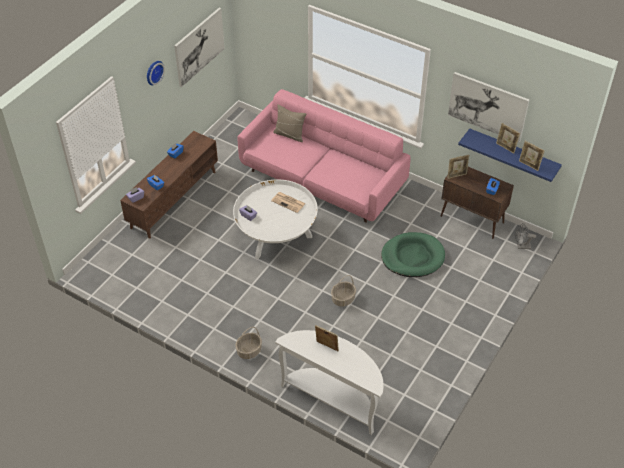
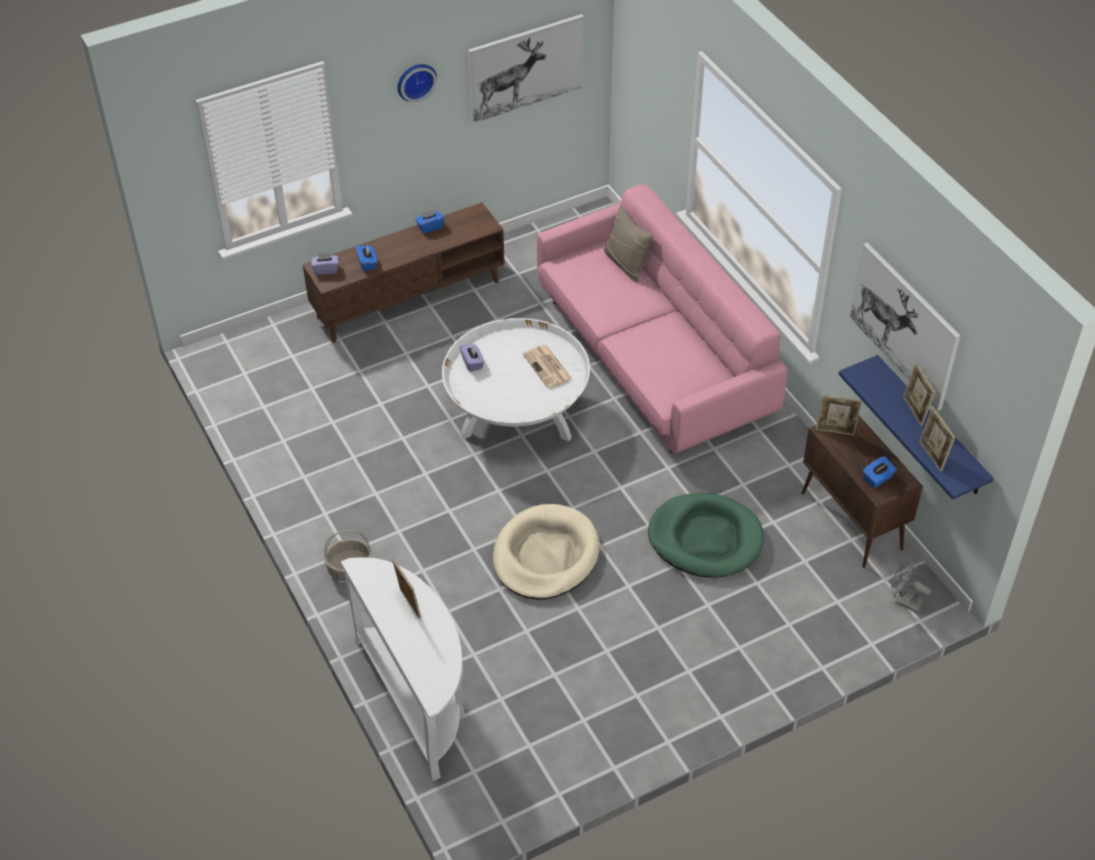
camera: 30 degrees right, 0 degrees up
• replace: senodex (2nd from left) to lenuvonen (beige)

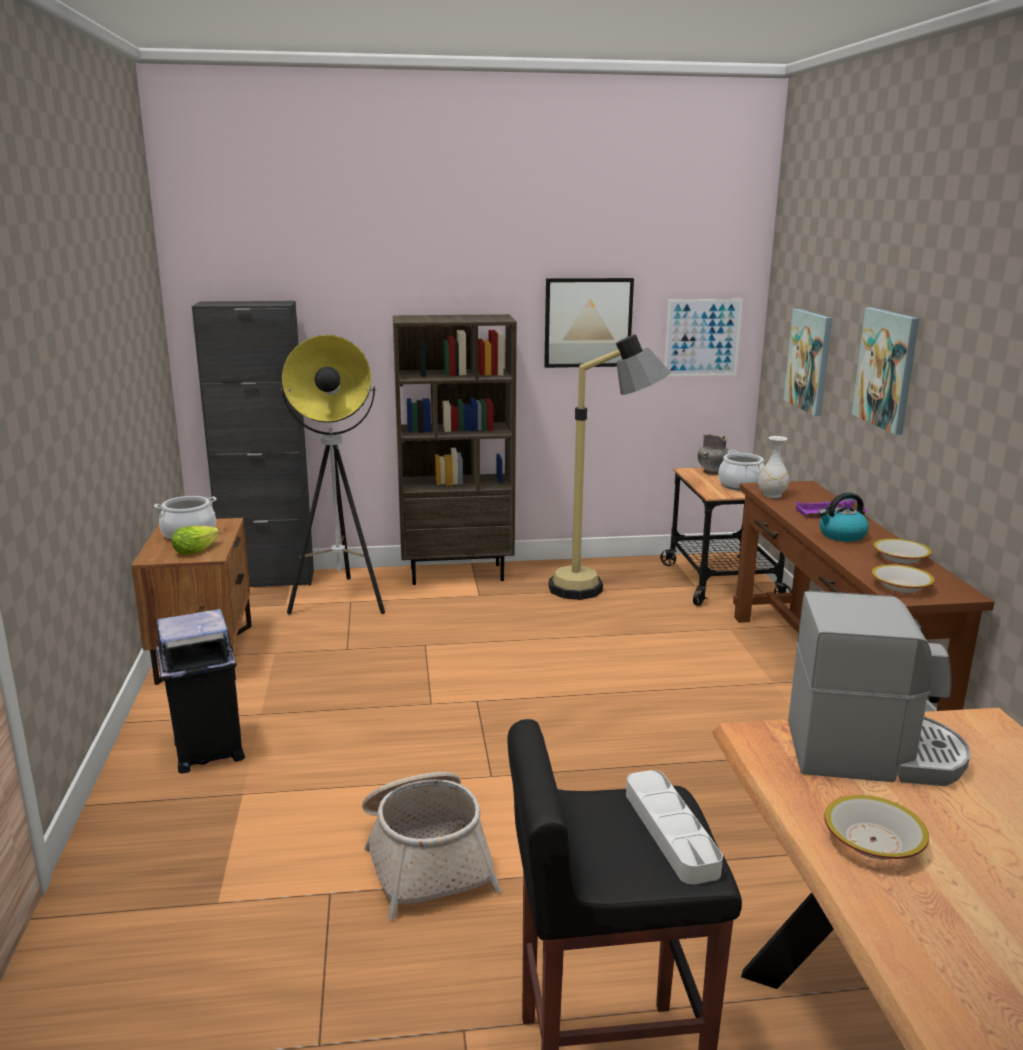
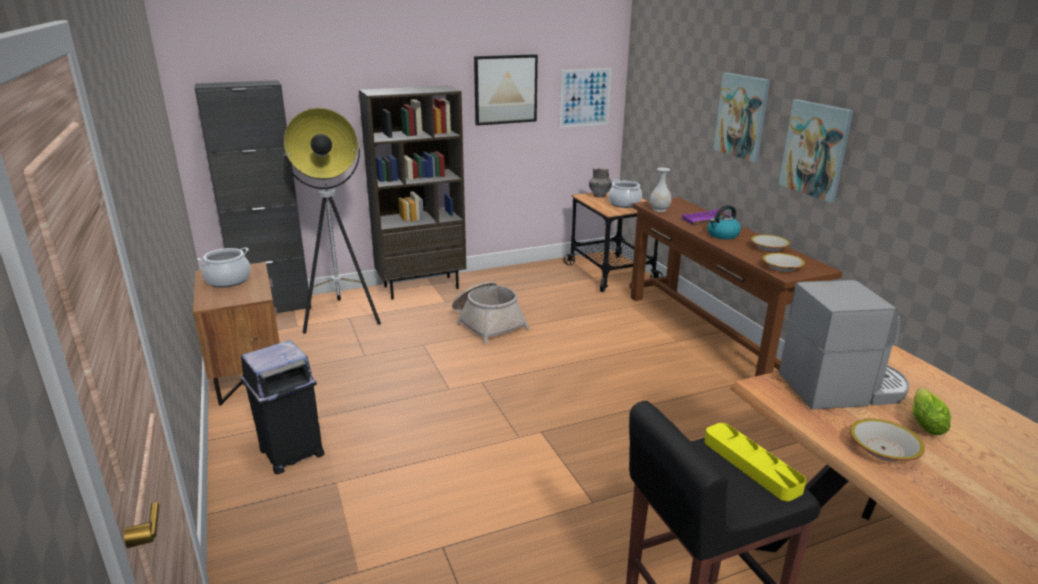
camera: 15 degrees left, 5 degrees up
• move: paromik
• move: senodex
• delete: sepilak (2nd from left)
• recolor: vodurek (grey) to vodurek (yellow)
• move: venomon (3rd from left in the first image) to venomon (4th from left)

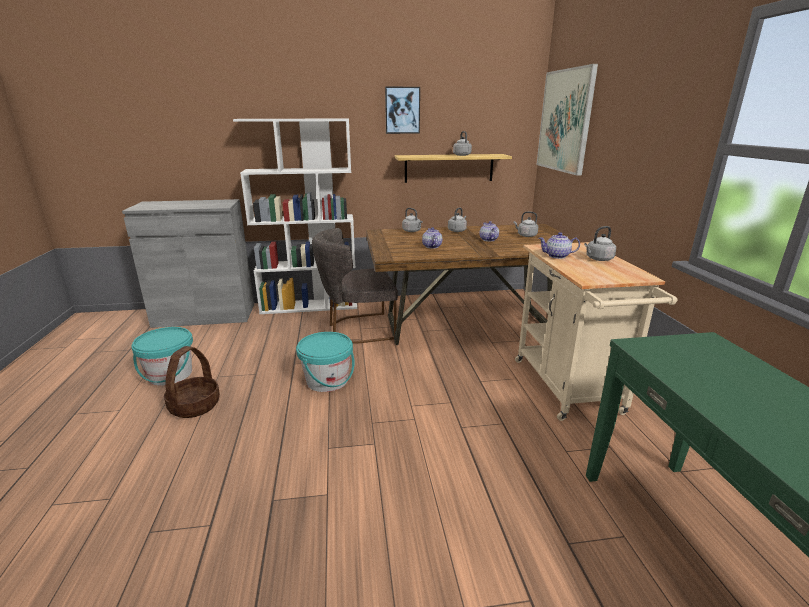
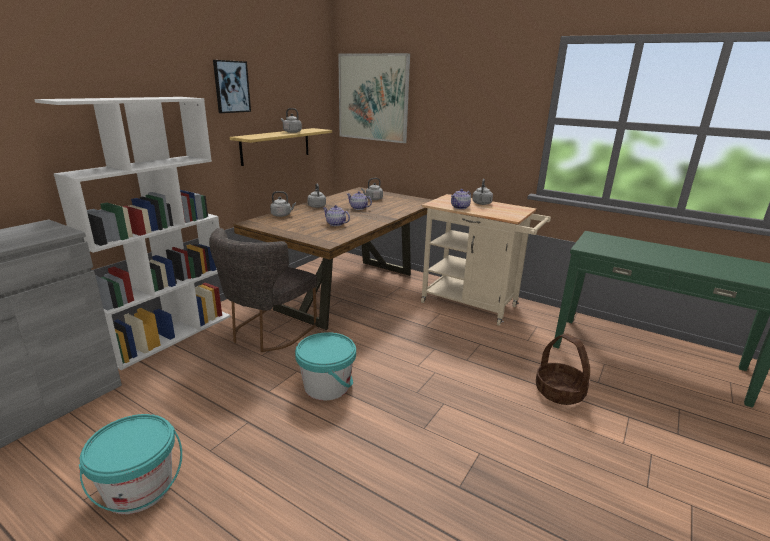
camera: 50 degrees left, 0 degrees up
• move: senodex

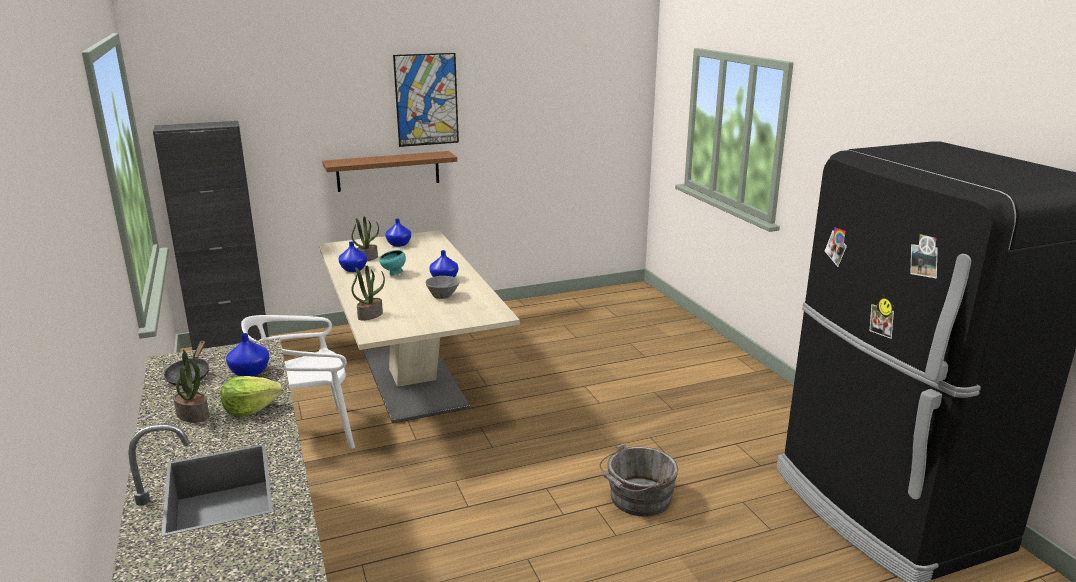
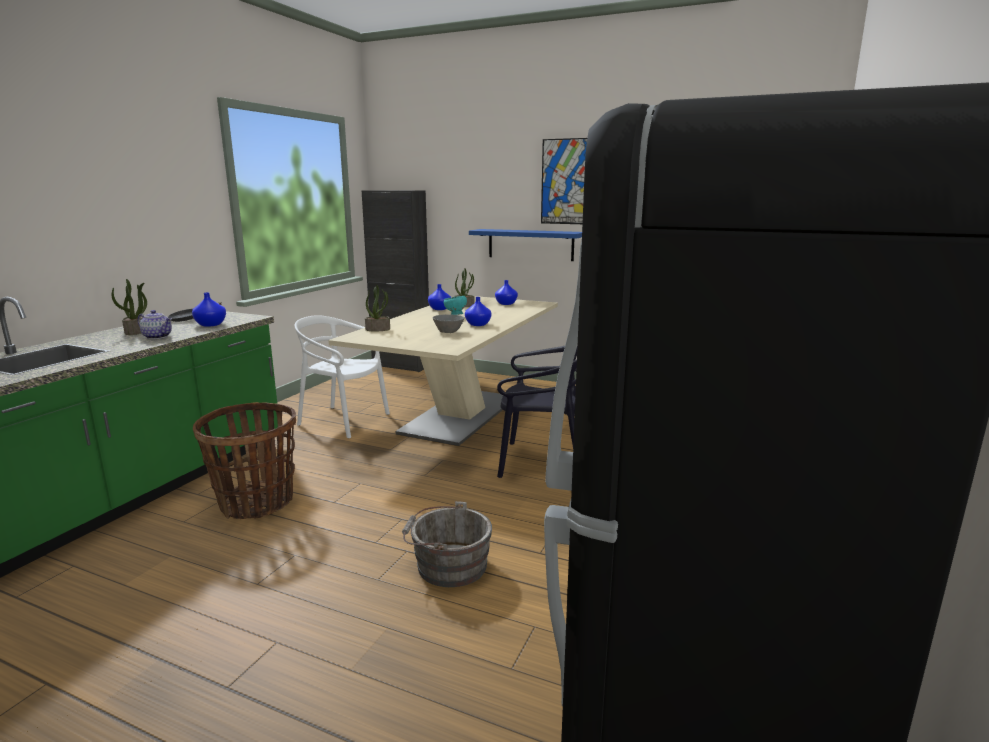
camera: 45 degrees right, 5 degrees down
• replace: paromik to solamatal
• recolor: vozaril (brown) to vozaril (blue)
• insert: senodex
• insert: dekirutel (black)

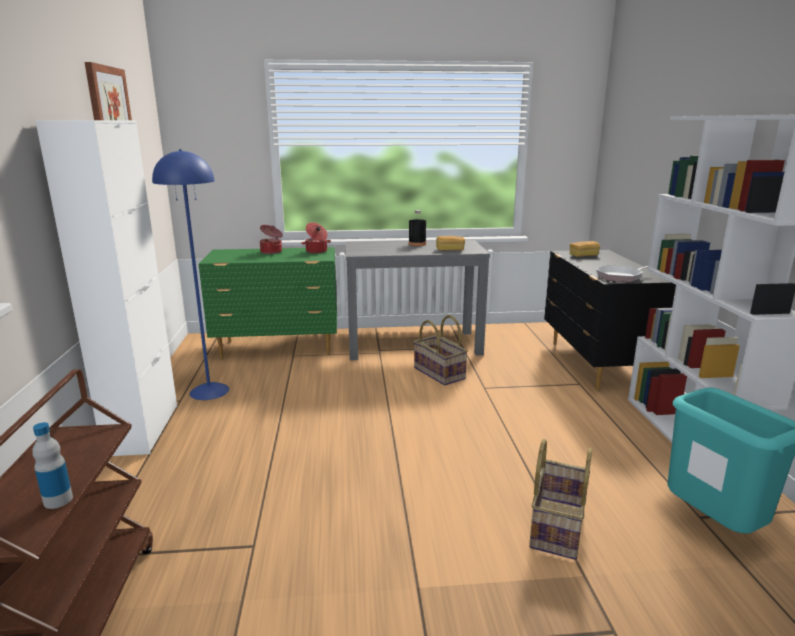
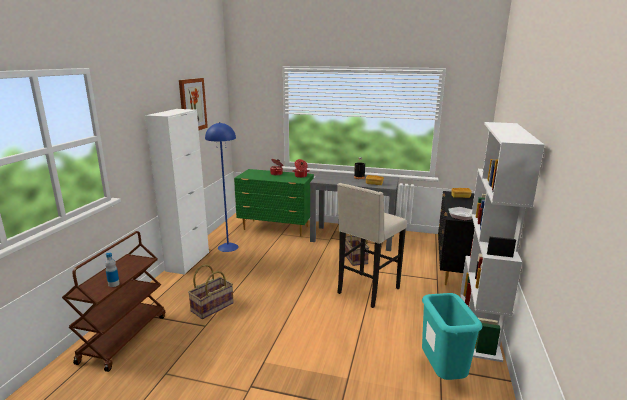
camera: 20 degrees right, 0 degrees up
• move: senodex (2nd from left in the first image) to senodex (1st from left)
• insert: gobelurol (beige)

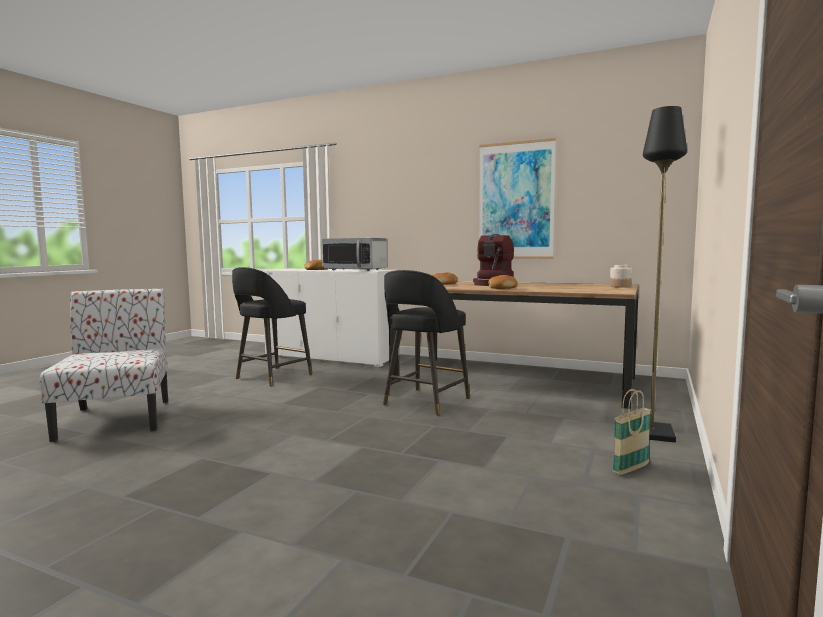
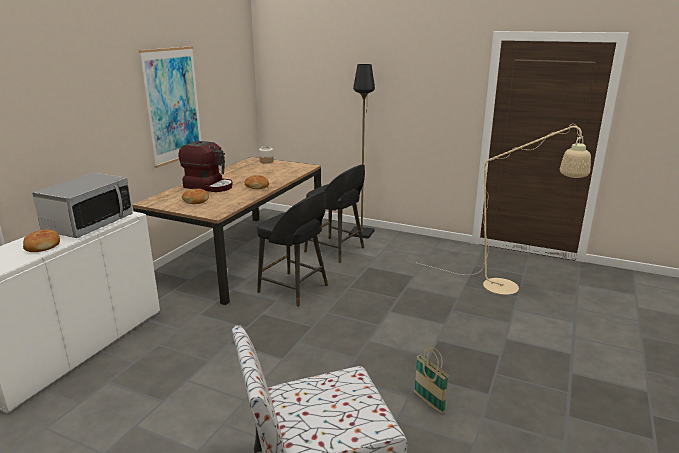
camera: 90 degrees left, 15 degrees up
• move: gobelurol (black) (1st from left in the first image) to gobelurol (black) (2nd from left)
• move: senodex
• insert: sepilak (beige)

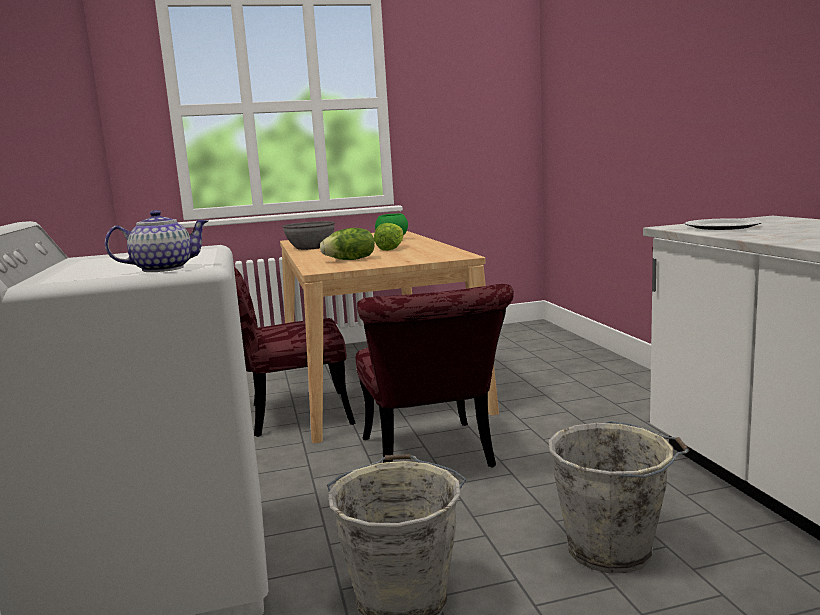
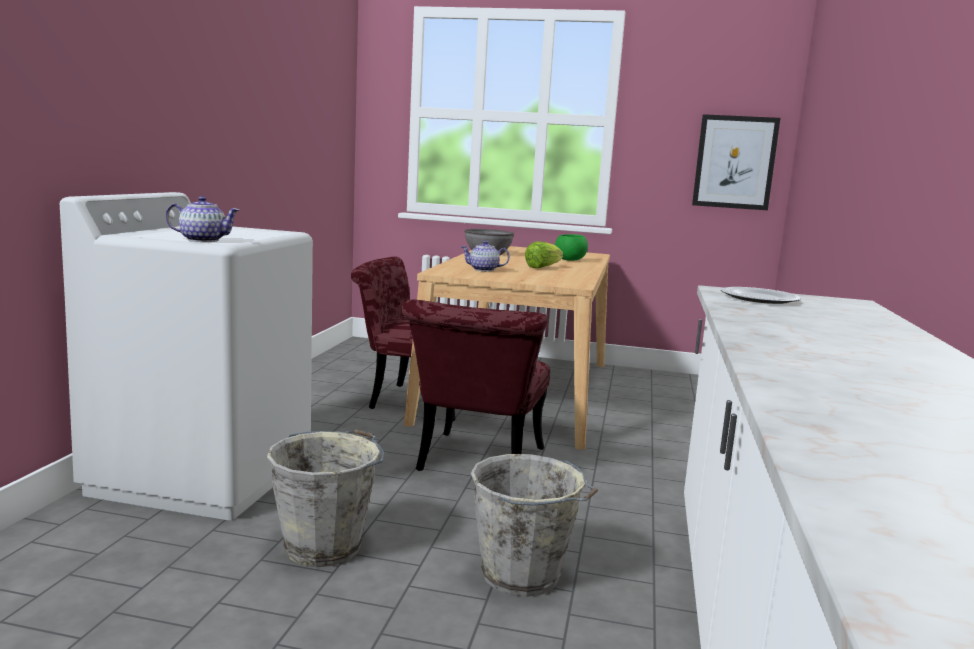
camera: 25 degrees right, 0 degrees up
• replace: paromik (1st from left) to solamatal (2nd from left)
• insert: venomon

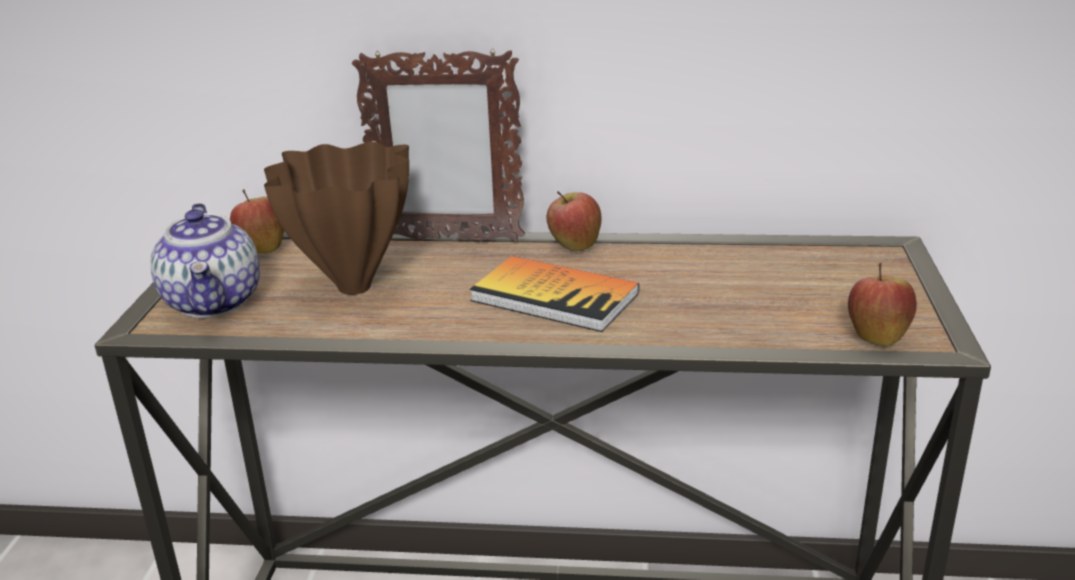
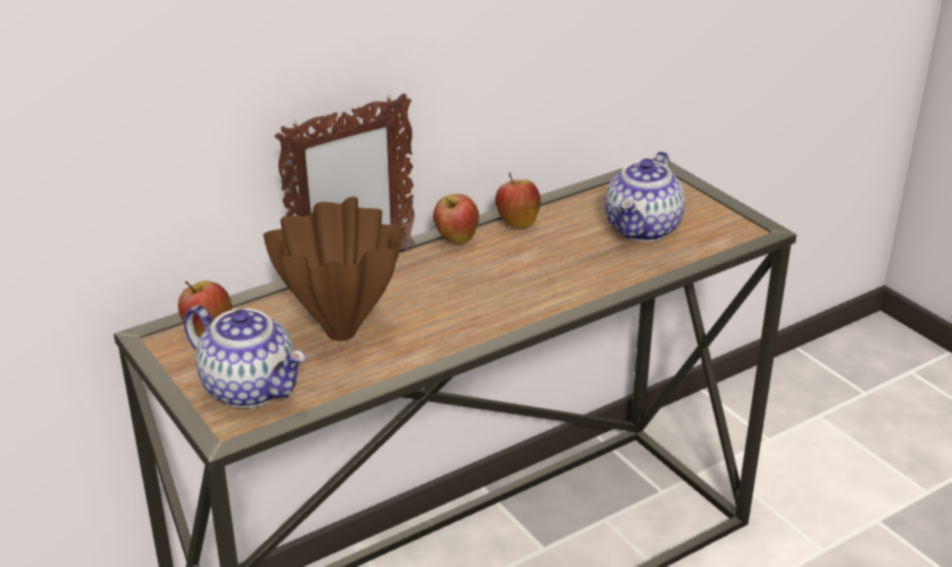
camera: 40 degrees left, 5 degrees up
• delete: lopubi
• move: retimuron (3rd from left)
• insert: solamatal (2nd from left)

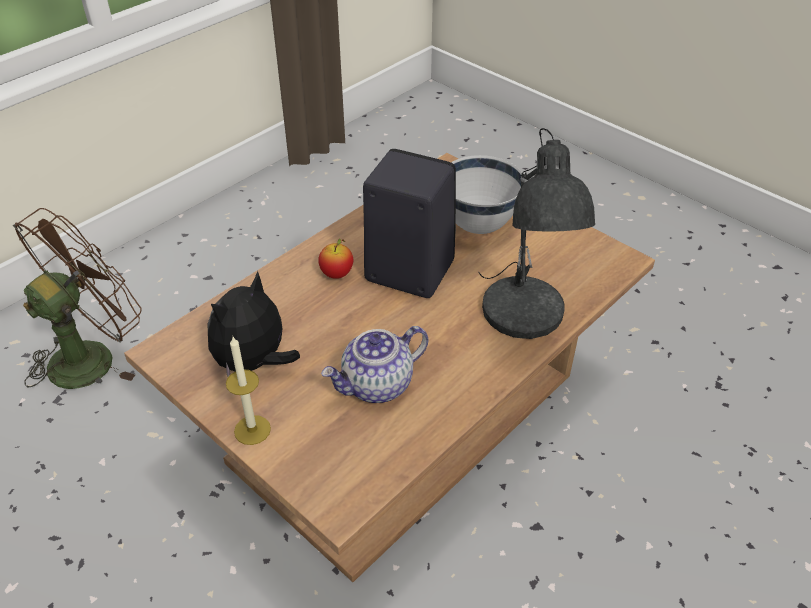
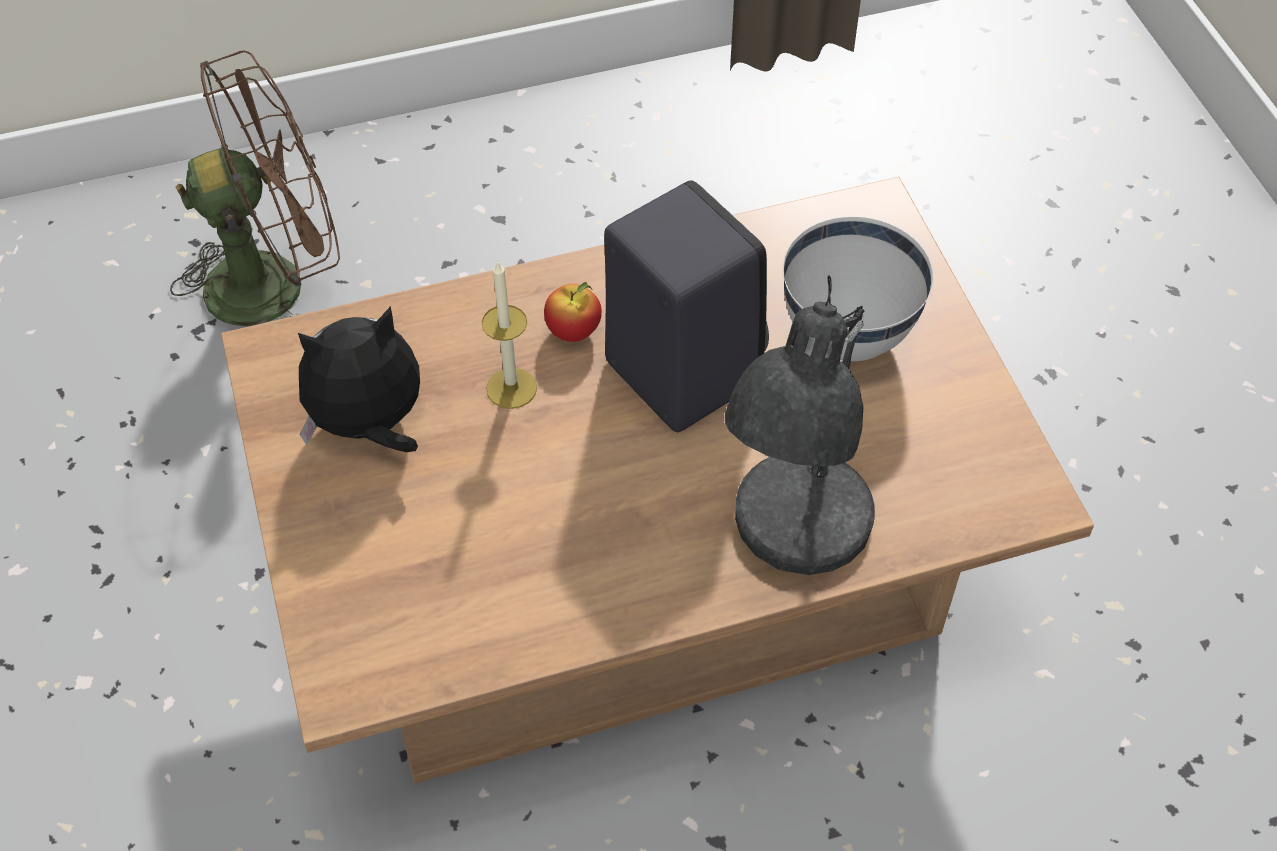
camera: 30 degrees right, 10 degrees up
• move: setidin
• delete: solamatal

